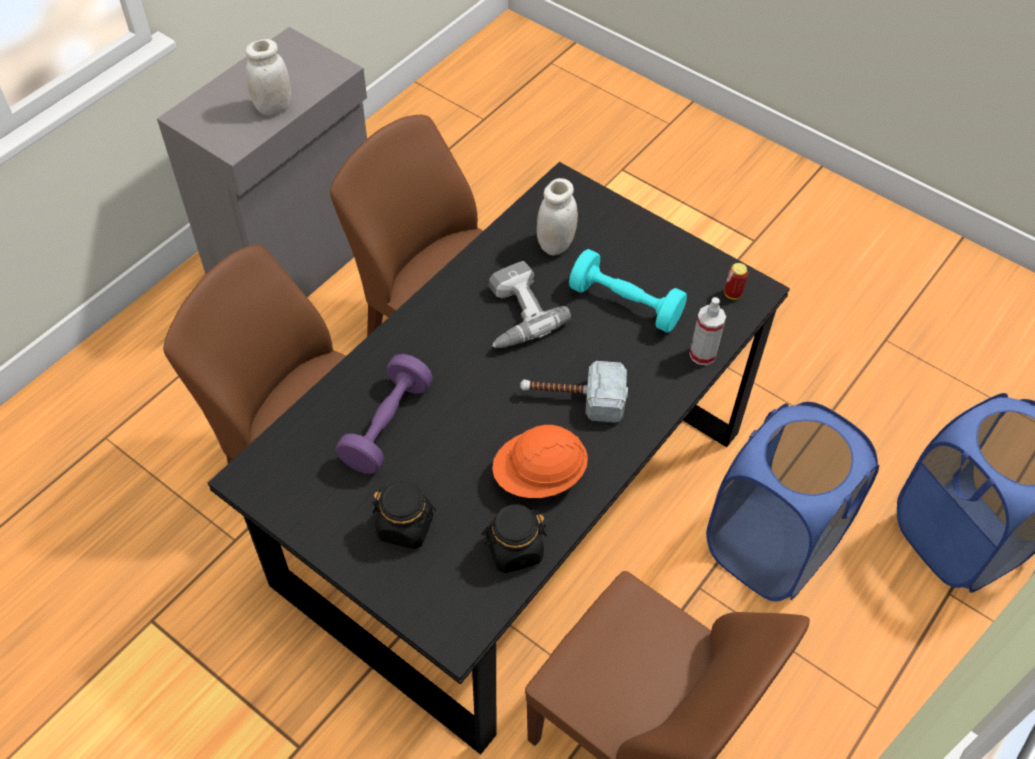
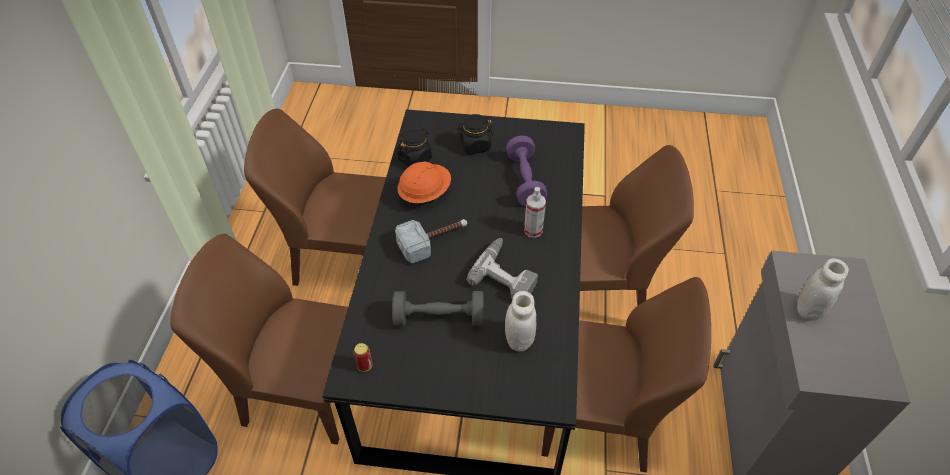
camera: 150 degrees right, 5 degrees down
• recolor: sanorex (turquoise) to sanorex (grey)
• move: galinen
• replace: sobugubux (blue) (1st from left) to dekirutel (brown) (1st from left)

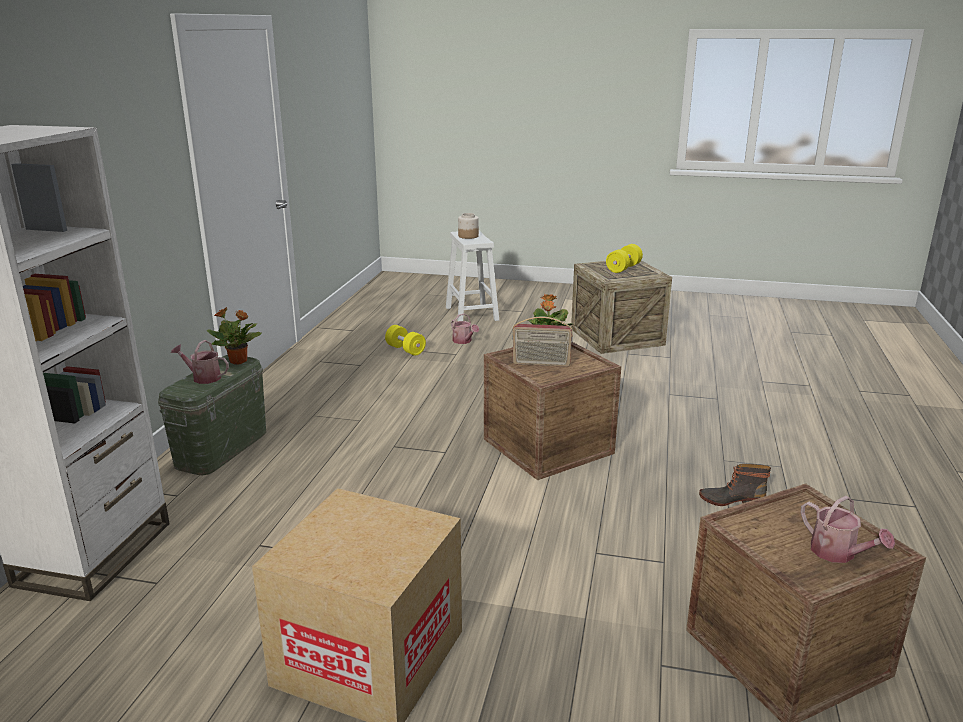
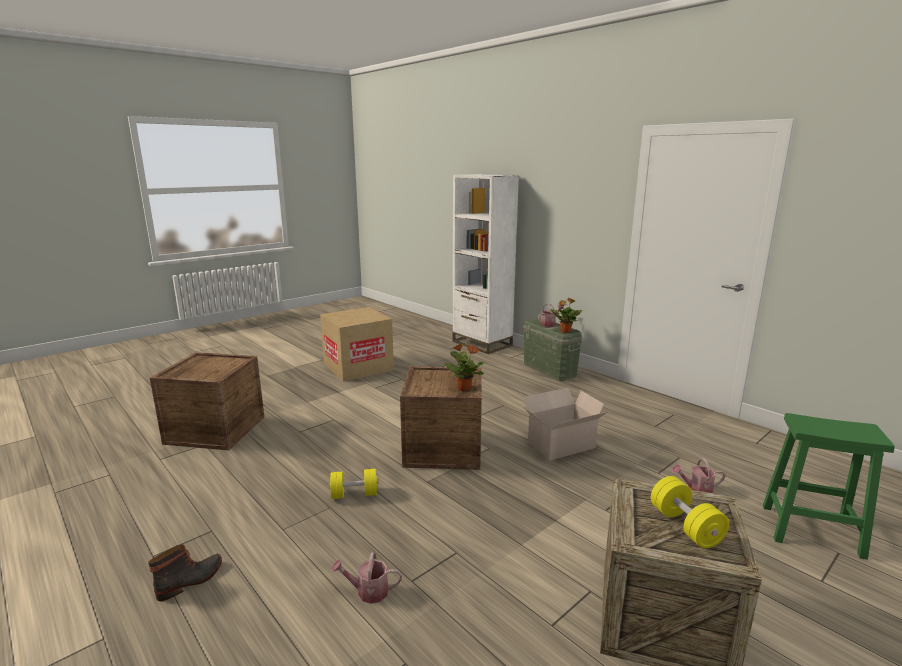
camera: 125 degrees right, 5 degrees down
• move: sanorex (yellow) (1st from left)
• recolor: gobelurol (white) to gobelurol (green)
• delete: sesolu
• delete: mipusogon
• move: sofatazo
• move: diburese (3rd from left in the first image) to diburese (1st from left)
• insert: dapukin (2nd from left)

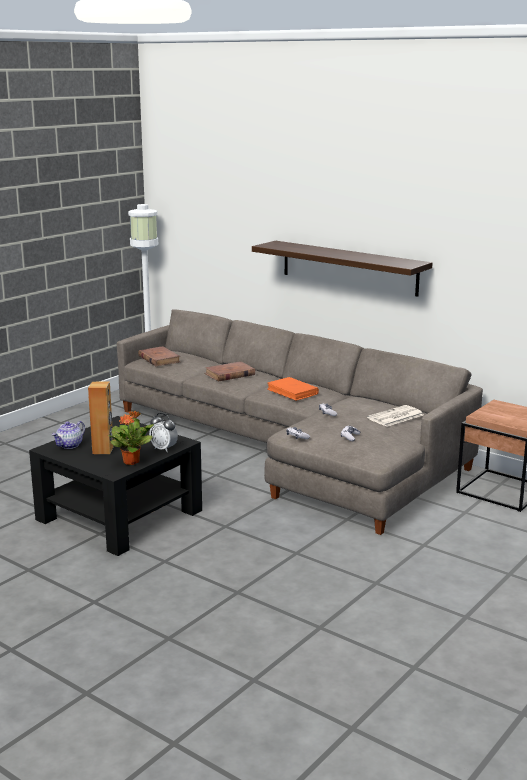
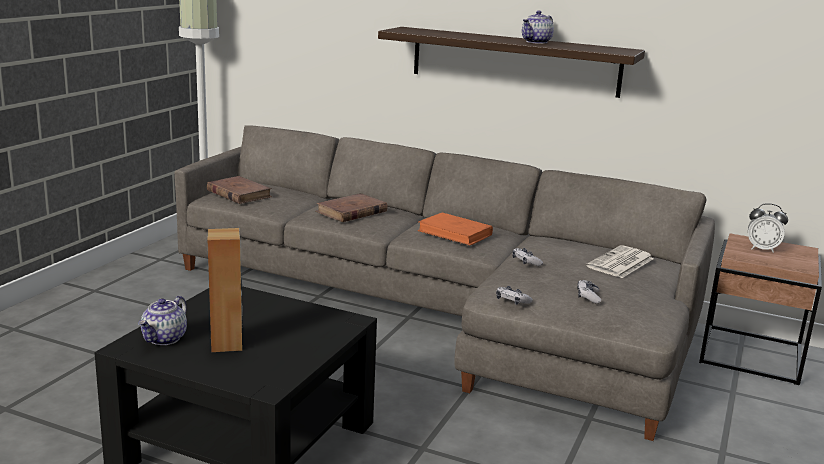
camera: 15 degrees left, 0 degrees up
• delete: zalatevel
• move: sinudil
• insert: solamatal (2nd from left)

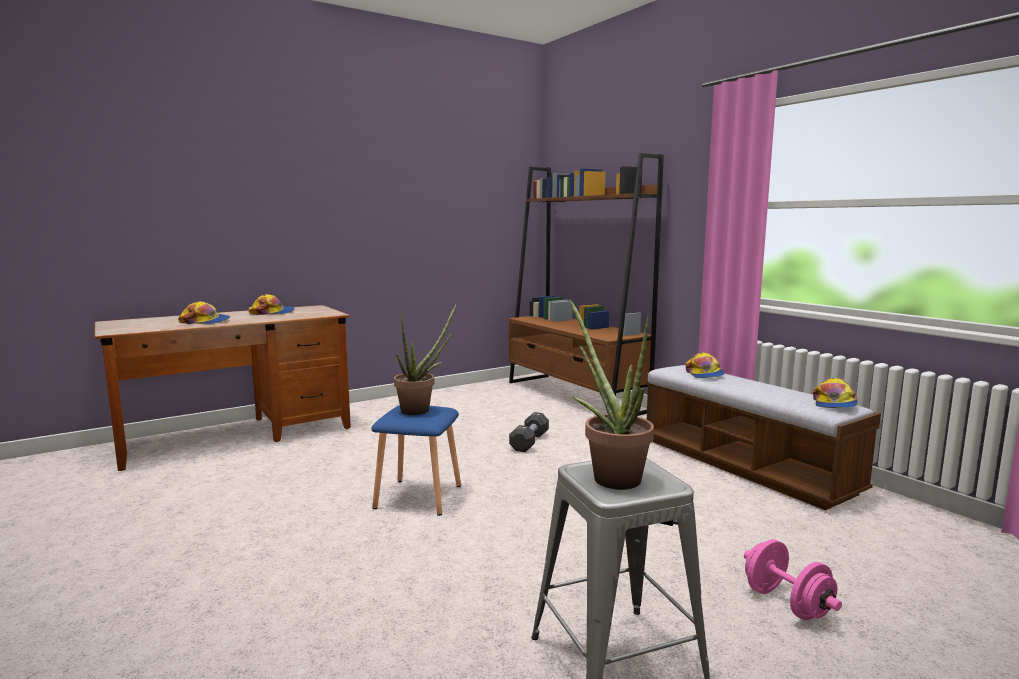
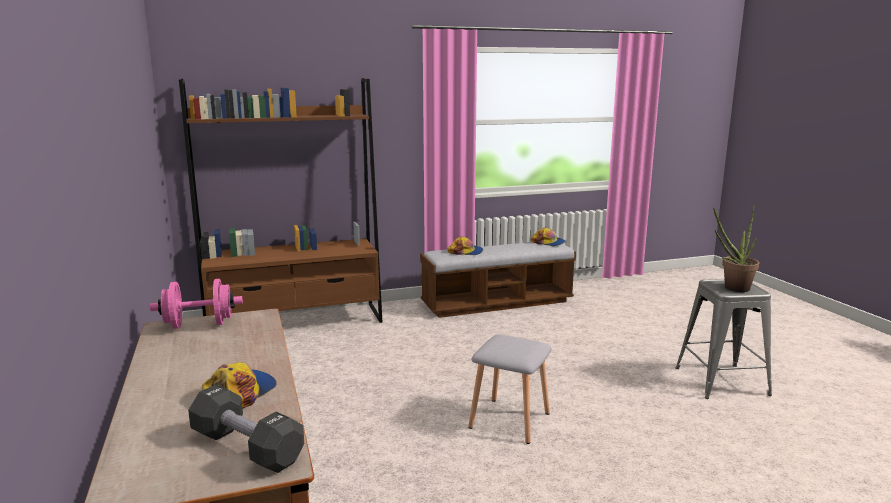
camera: 75 degrees left, 5 degrees up
• delete: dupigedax (2nd from left)
• recolor: gobelurol (blue) to gobelurol (grey) (1st from left)
• delete: zalatevel (1st from left)
• move: sanorex (black)
• move: sanorex (pink)

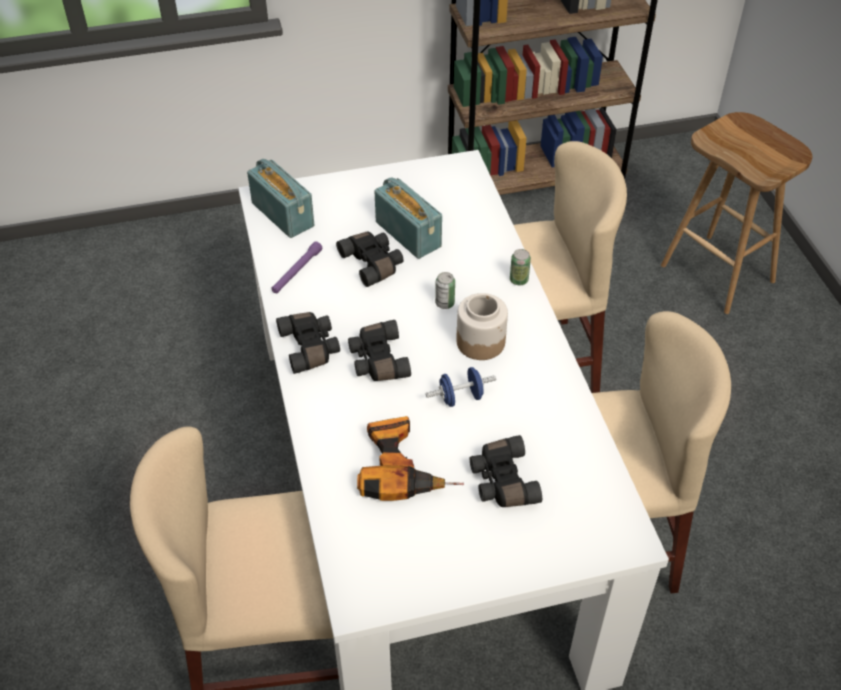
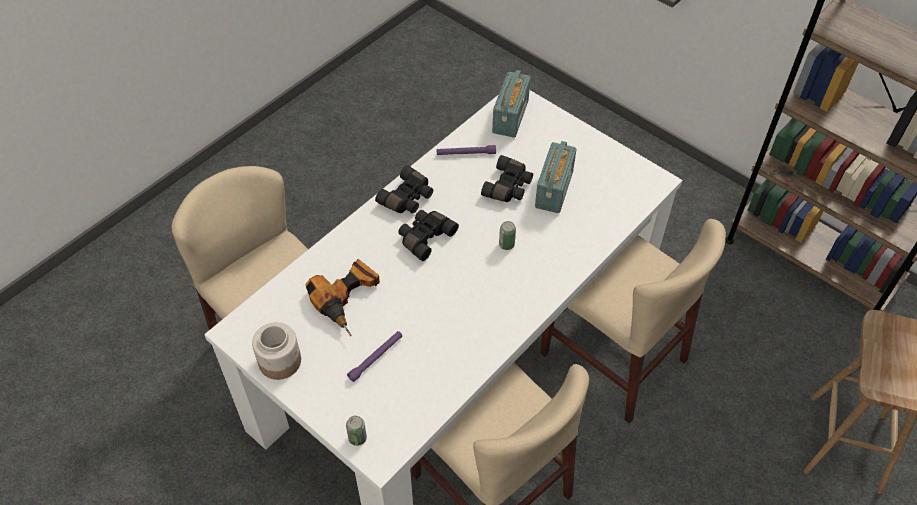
camera: 55 degrees right, 5 degrees up
• delete: sanorex (blue)
• move: sesolu
• replace: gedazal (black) (4th from left) to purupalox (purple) (1st from left)
• move: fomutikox (2nd from left in the first image) to fomutikox (1st from left)

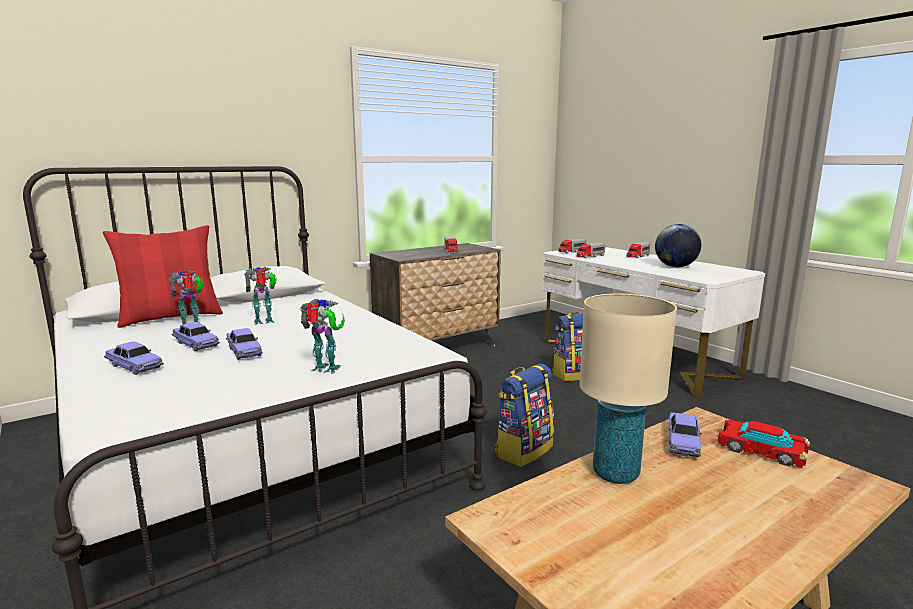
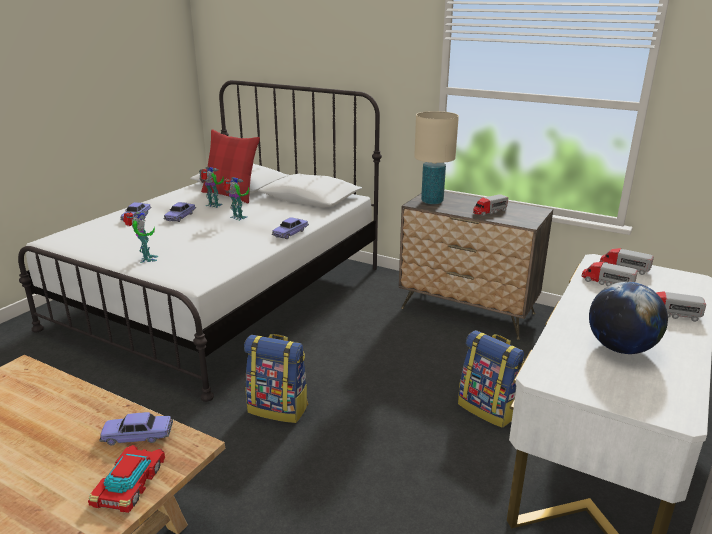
camera: 65 degrees right, 10 degrees up
• move: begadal (3rd from left in the first image) to begadal (5th from left)
• move: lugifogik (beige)

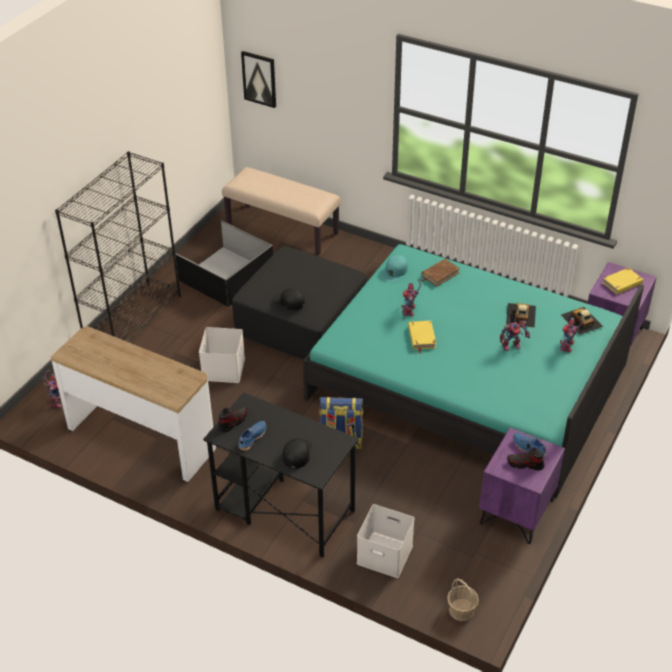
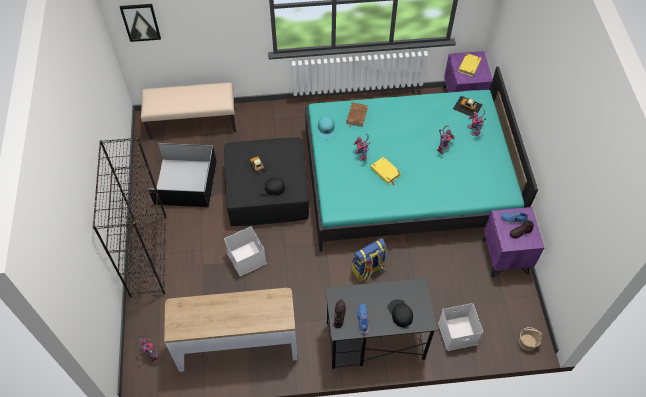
camera: 35 degrees left, 15 degrees up
• move: begadal (1st from left)

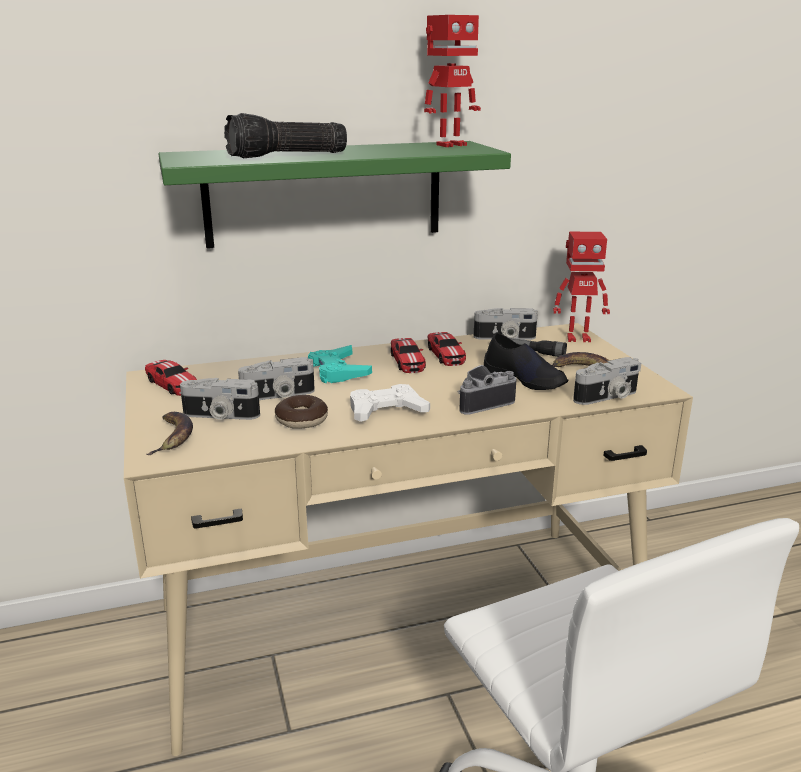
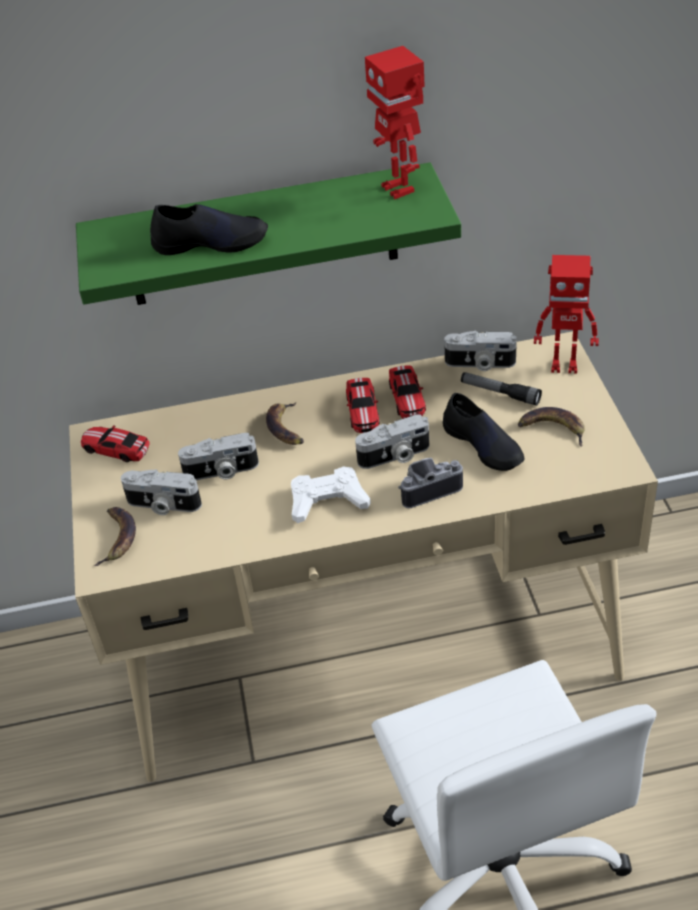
camera: 10 degrees right, 20 degrees up
• rotate: begadal (1st from left) 150 degrees clockwise
• replace: purupalox (1st from left) to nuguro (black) (1st from left)
• delete: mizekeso
• replace: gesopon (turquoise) to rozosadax (2nd from left)
• rotate: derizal (1st from left) 90 degrees clockwise
• move: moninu (5th from left in the first image) to moninu (3rd from left)

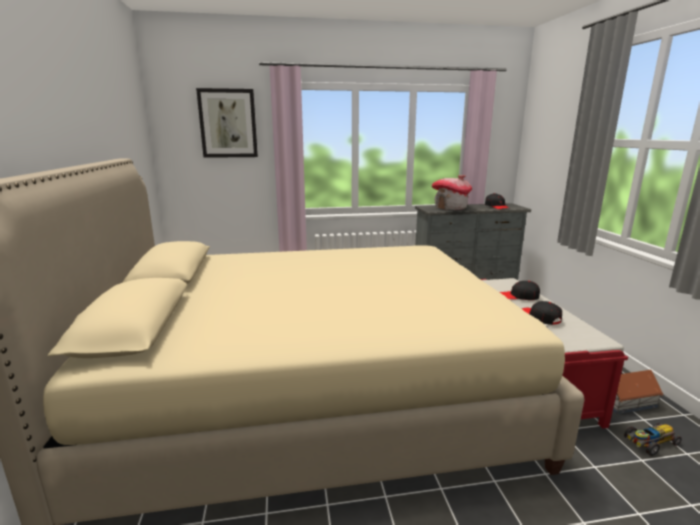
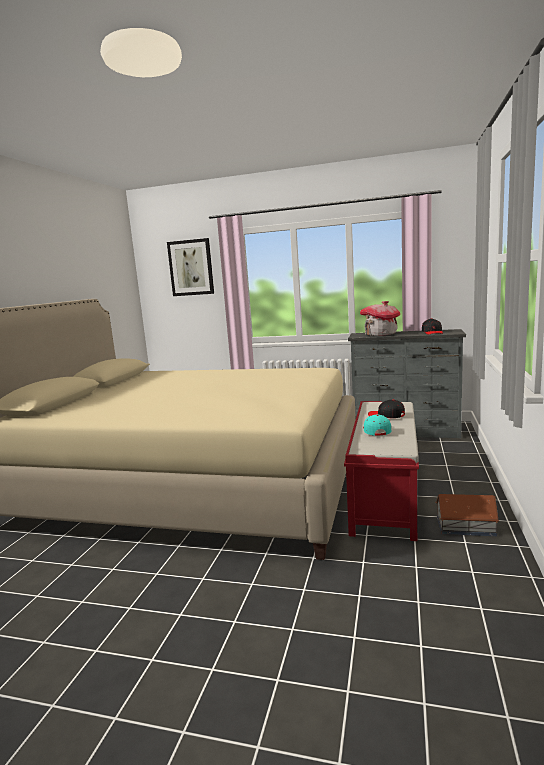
camera: 25 degrees right, 5 degrees down
• recolor: dupigedax (black) (3rd from left) to dupigedax (turquoise)
• delete: begadal

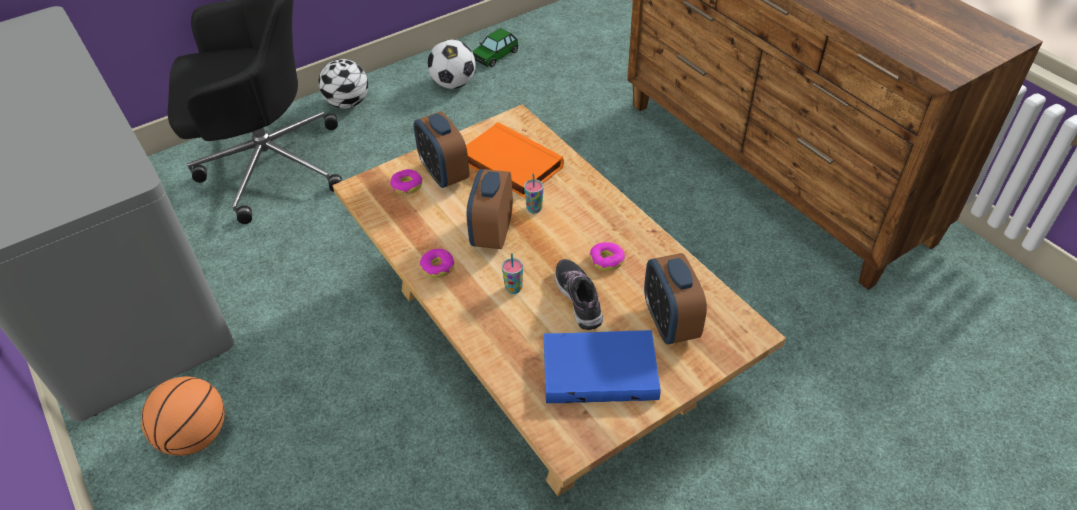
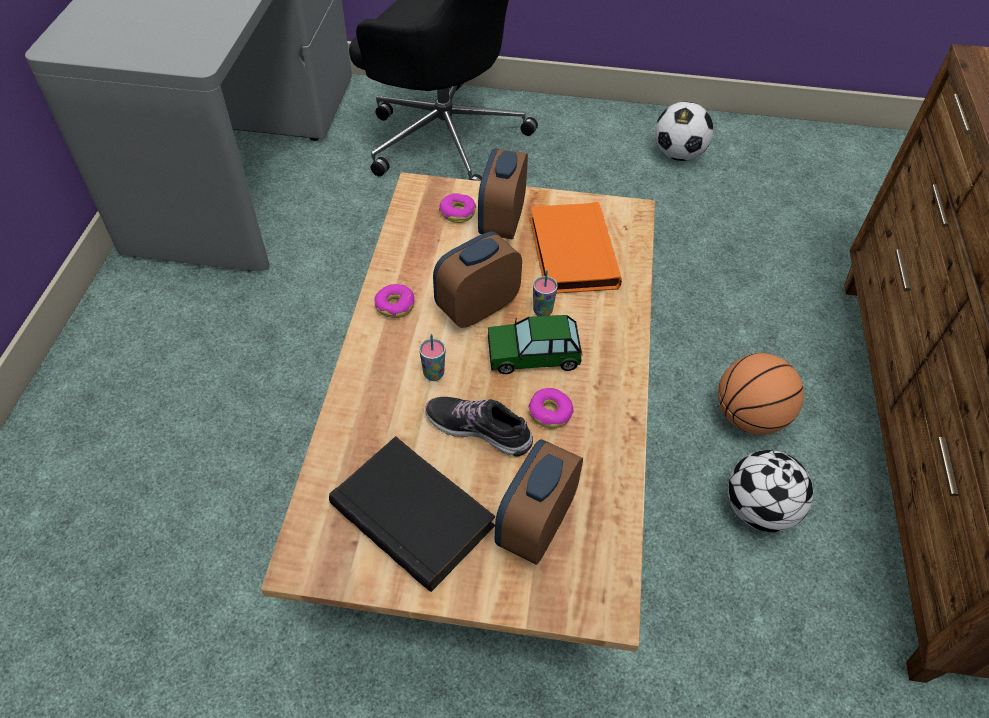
camera: 40 degrees right, 5 degrees up
• move: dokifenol
• move: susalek (1st from left in the first image) to susalek (2nd from left)
• move: begadal
• recolor: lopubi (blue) to lopubi (black)
• rotate: nuguro 90 degrees counterclockwise

